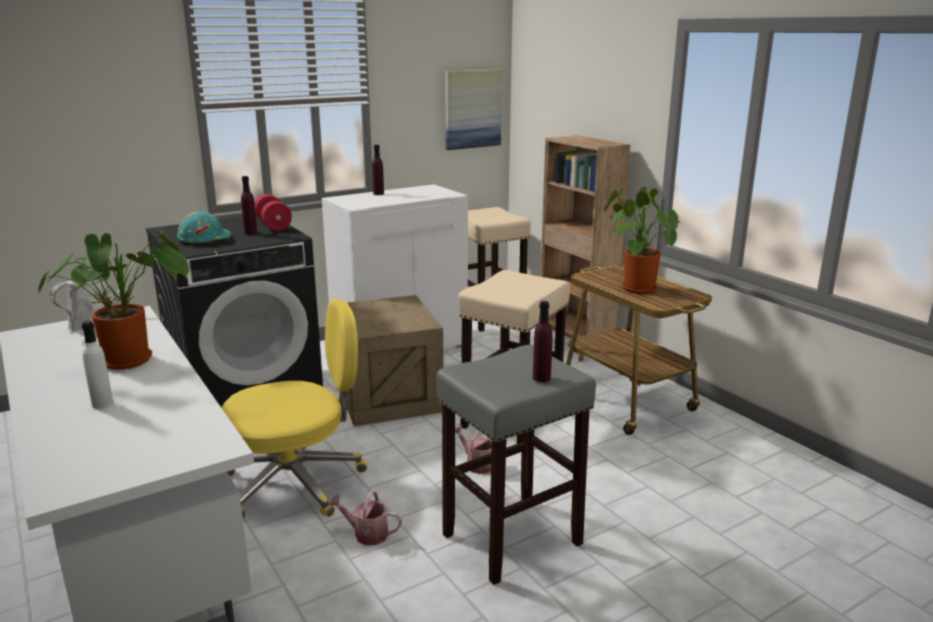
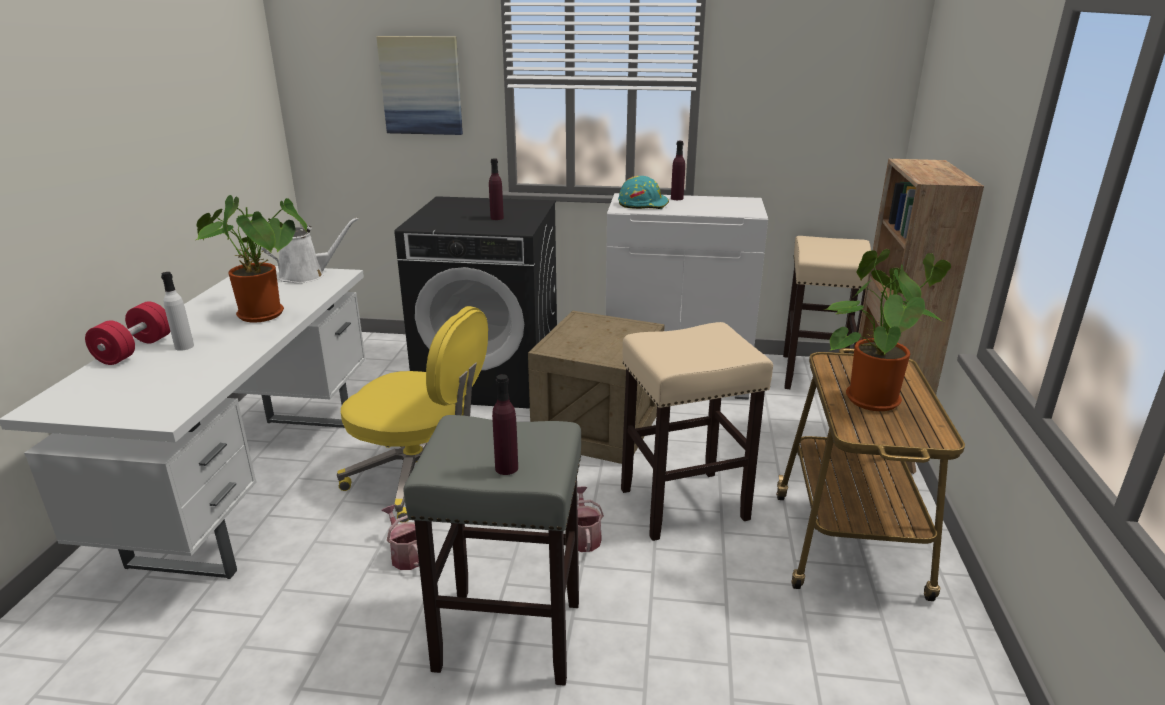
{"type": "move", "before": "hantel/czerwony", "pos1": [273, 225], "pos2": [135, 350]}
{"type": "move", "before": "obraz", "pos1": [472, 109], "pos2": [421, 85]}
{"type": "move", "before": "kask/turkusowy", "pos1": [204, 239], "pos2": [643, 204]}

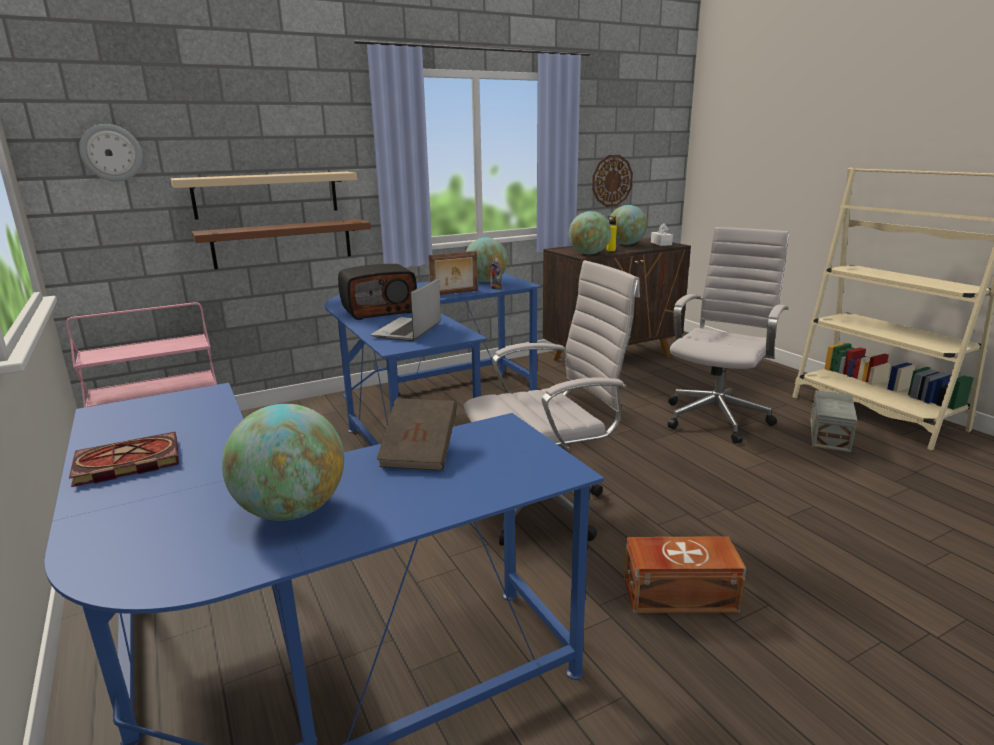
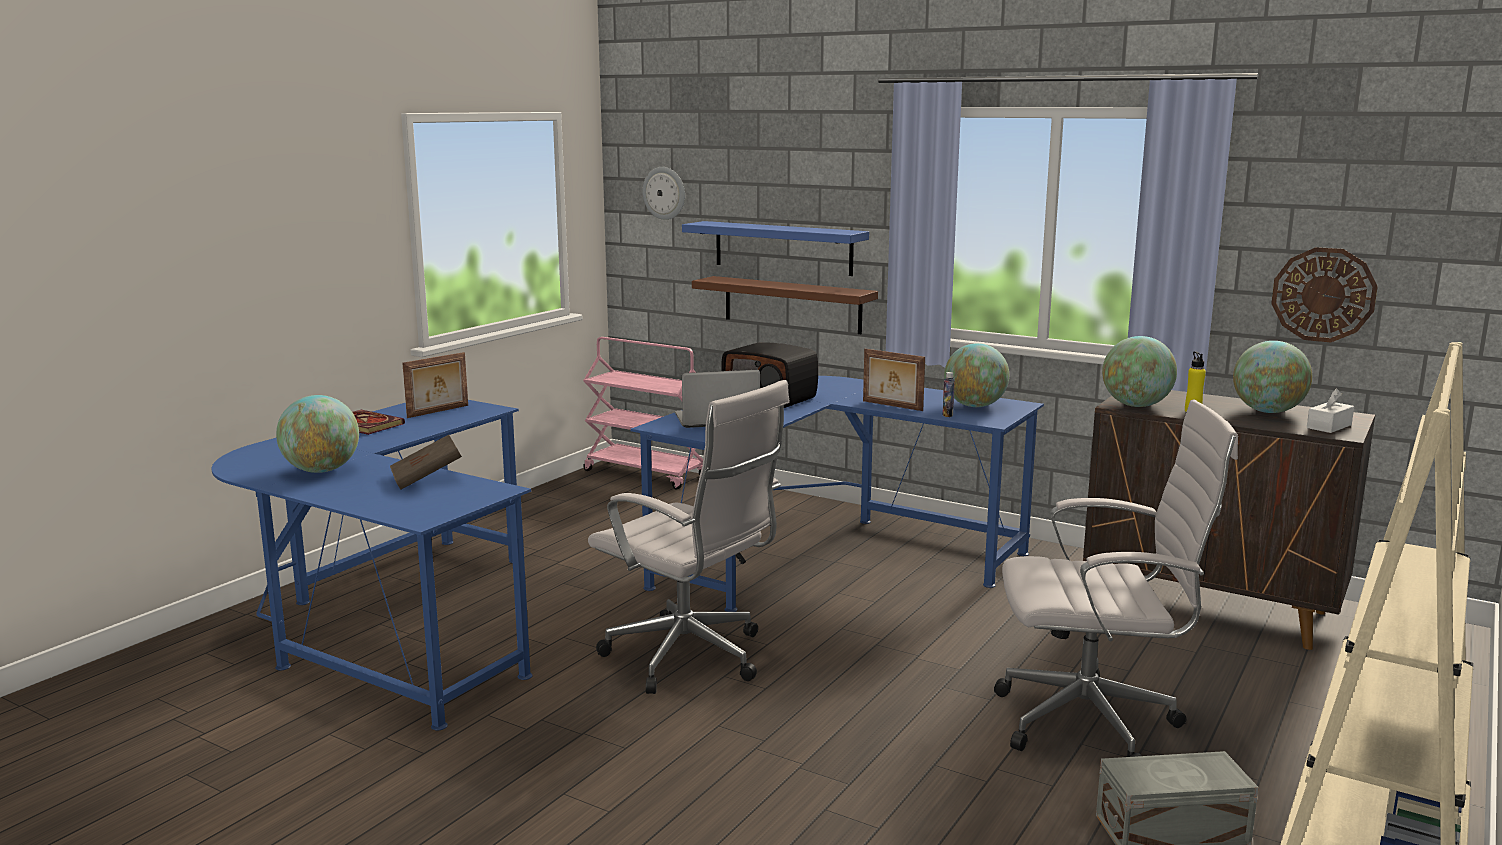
{"type": "insert", "after": "ramka na zdjęcie", "pos2": [438, 411]}
{"type": "recolor", "before": "półka/beżowy", "after": "półka/niebieski", "pos1": [266, 194], "pos2": [783, 248]}
{"type": "delete", "before": "pojemnik do przechowywania/brązowy", "pos1": [678, 593]}

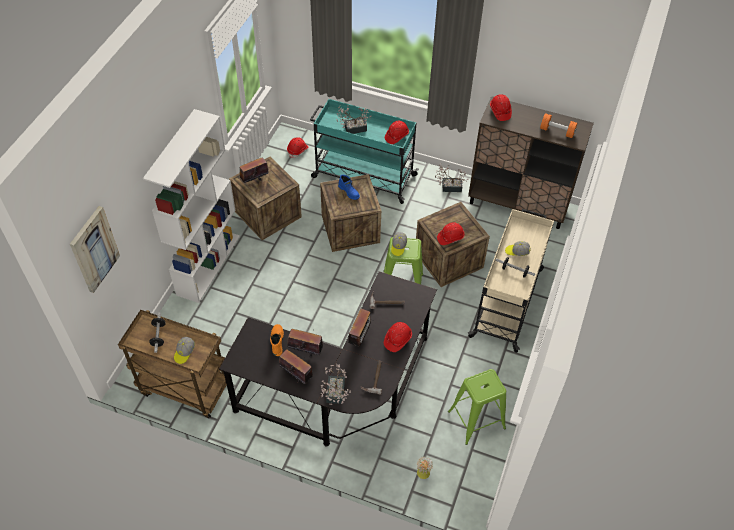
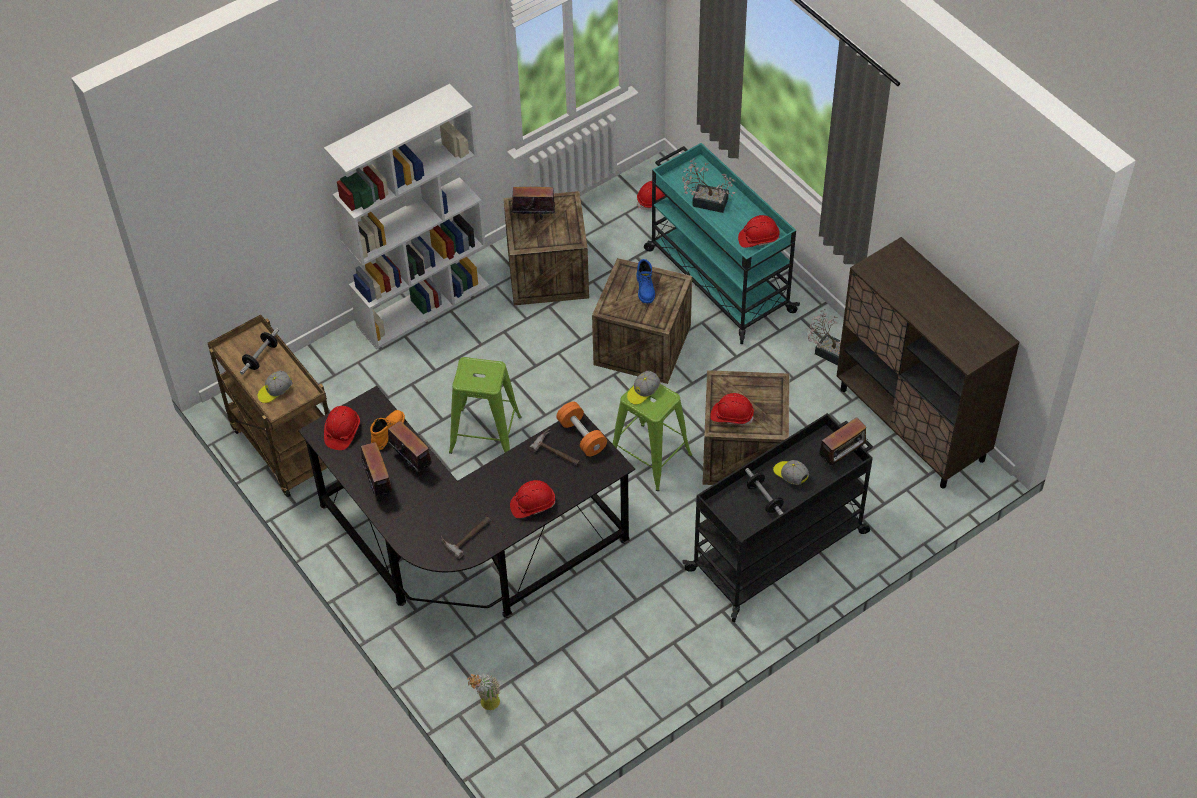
{"type": "move", "before": "kask/czerwony", "pos1": [500, 112], "pos2": [342, 432]}
{"type": "move", "before": "stołek/zielony", "pos1": [477, 420], "pos2": [486, 435]}
{"type": "move", "before": "hantel/pomarańczowy", "pos1": [557, 131], "pos2": [582, 436]}
{"type": "recolor", "before": "wózek/beżowy", "after": "wózek/czarny", "pos1": [507, 301], "pos2": [779, 550]}
{"type": "move", "before": "radio", "pos1": [360, 337], "pos2": [842, 457]}
{"type": "delete", "before": "obraz", "pos1": [94, 249]}
{"type": "delete", "before": "roślina doniczkowa", "pos1": [335, 395]}

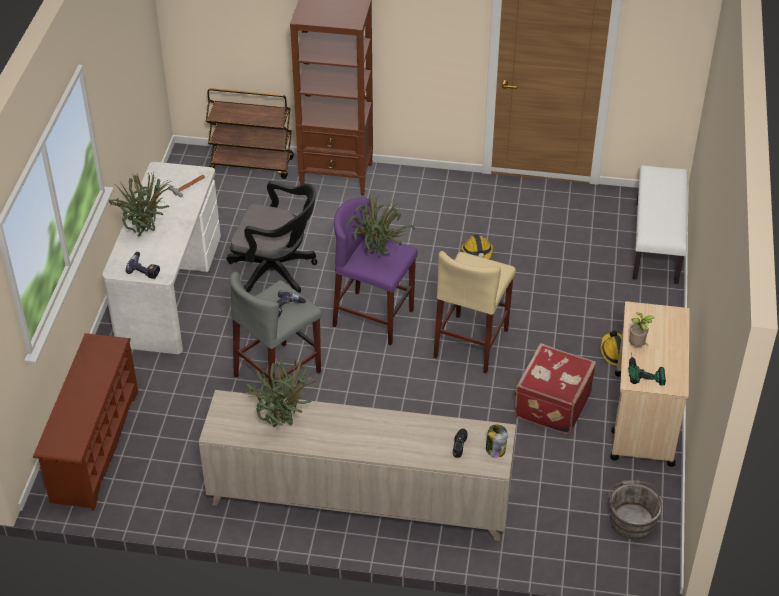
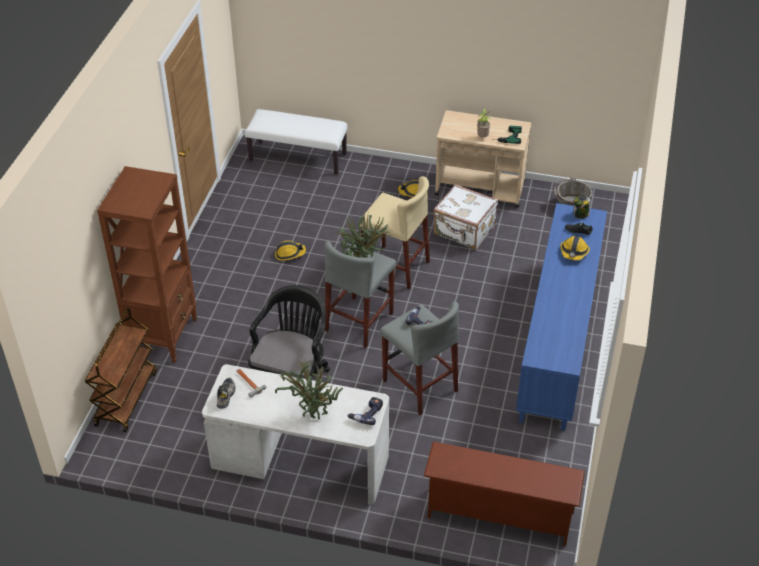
{"type": "insert", "after": "but", "pos2": [226, 395]}
{"type": "recolor", "before": "stołek/fioletowy", "after": "stołek/szary", "pos1": [373, 318], "pos2": [359, 321]}
{"type": "recolor", "before": "walizka/czerwony", "after": "walizka/biały", "pos1": [551, 404], "pos2": [464, 231]}
{"type": "recolor", "before": "szafka/beżowy", "after": "szafka/niebieski", "pos1": [359, 501], "pos2": [558, 341]}
{"type": "insert", "after": "kask", "pos2": [574, 252]}
{"type": "delete", "before": "roślina doniczkowa", "pos1": [284, 423]}

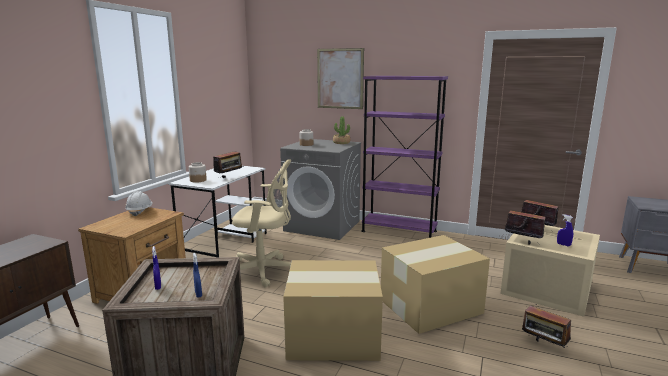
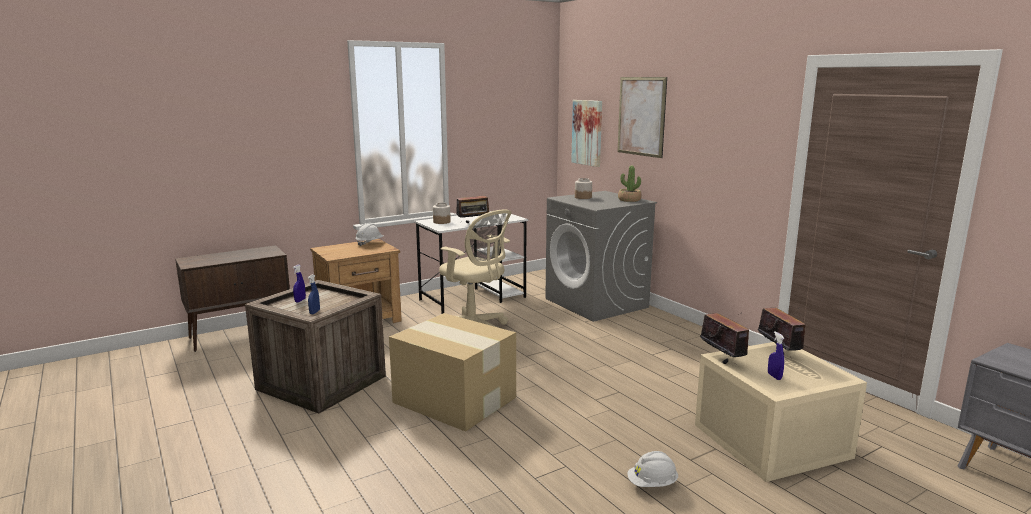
{"type": "insert", "after": "obraz", "pos2": [587, 132]}
{"type": "replace", "before": "radio", "after": "kask/biały", "pos1": [543, 346], "pos2": [652, 484]}
{"type": "delete", "before": "regał/fioletowy", "pos1": [399, 231]}
{"type": "delete", "before": "karton", "pos1": [432, 306]}

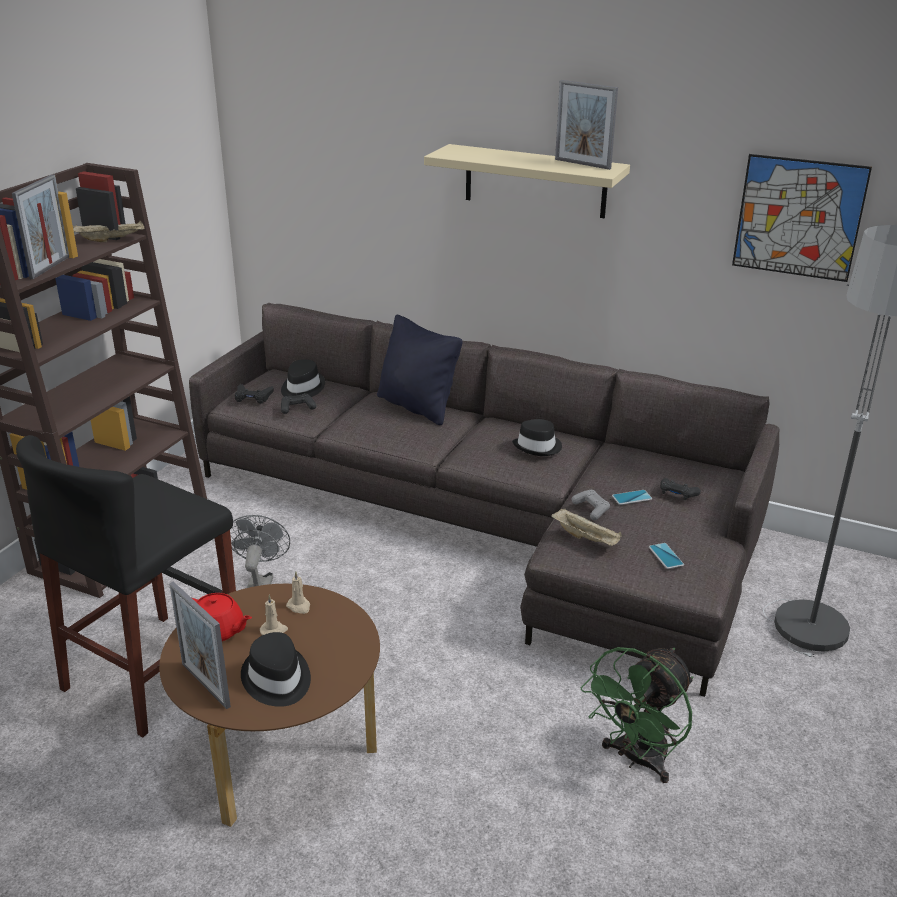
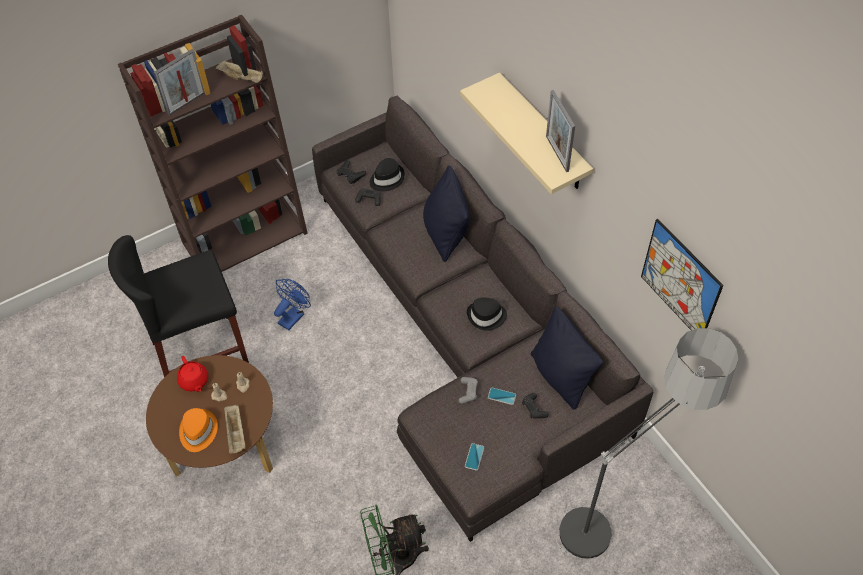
{"type": "recolor", "before": "kapelusz/czarny", "after": "kapelusz/pomarańczowy", "pos1": [276, 679], "pos2": [197, 431]}
{"type": "move", "before": "taca/beżowy", "pos1": [586, 538], "pos2": [236, 433]}
{"type": "recolor", "before": "wentylator/szary", "after": "wentylator/niebieski", "pos1": [260, 584], "pos2": [293, 316]}
{"type": "insert", "after": "poduszka/czarny", "pos2": [561, 376]}
{"type": "delete", "before": "ramka na zdjęcie", "pos1": [205, 685]}

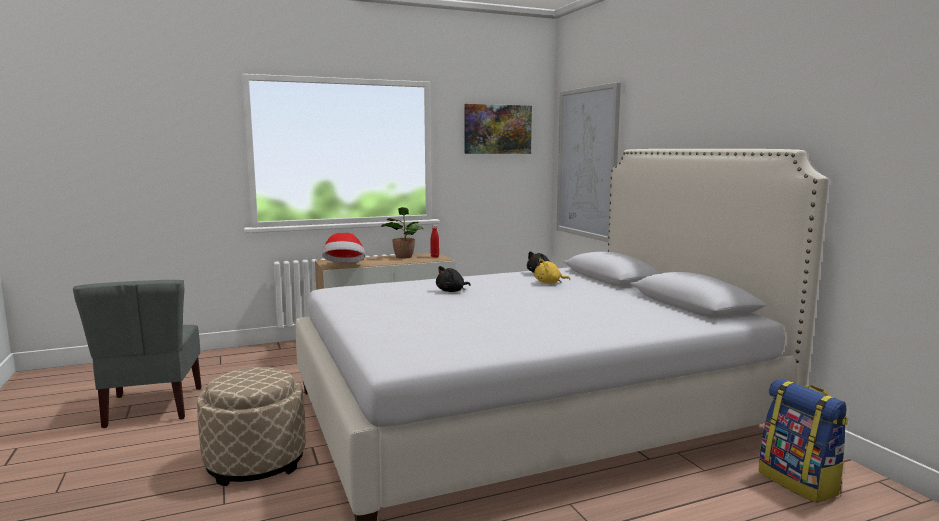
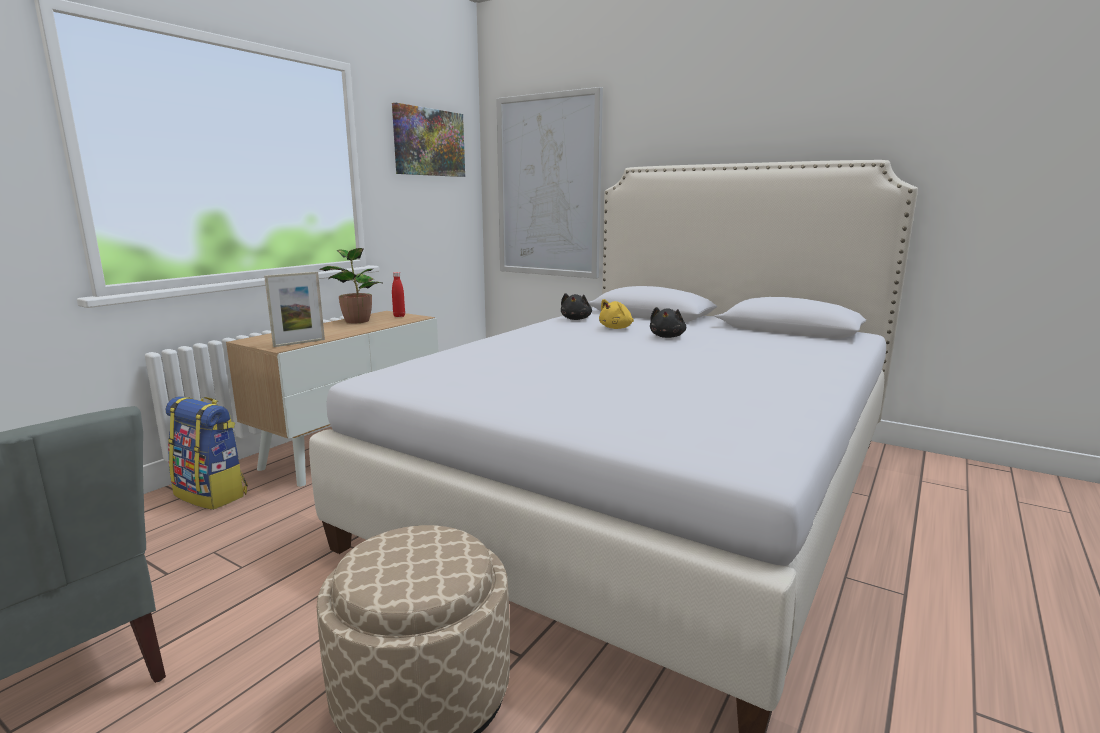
{"type": "move", "before": "plecak", "pos1": [800, 483], "pos2": [212, 494]}
{"type": "replace", "before": "kapelusz", "after": "ramka na zdjęcie", "pos1": [344, 266], "pos2": [299, 343]}
{"type": "move", "before": "pluszak/czarny", "pos1": [452, 291], "pos2": [667, 337]}

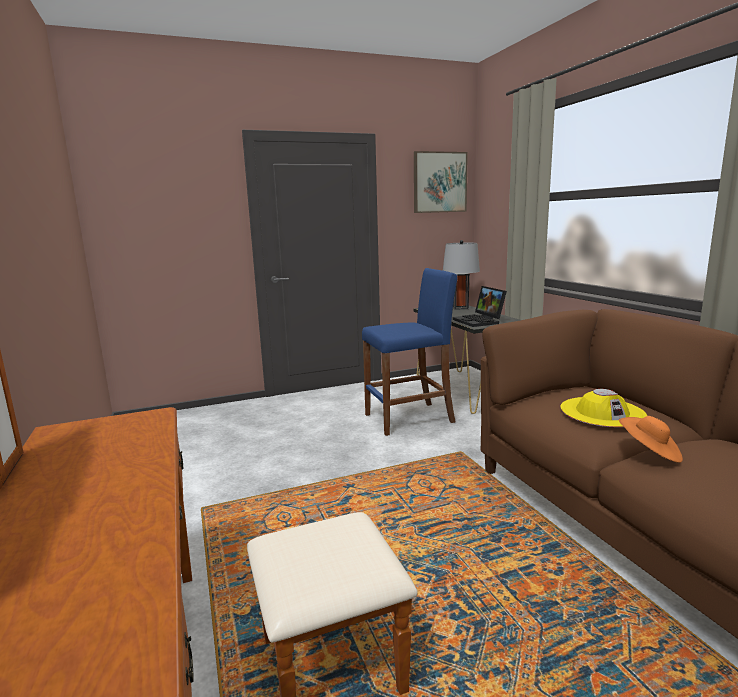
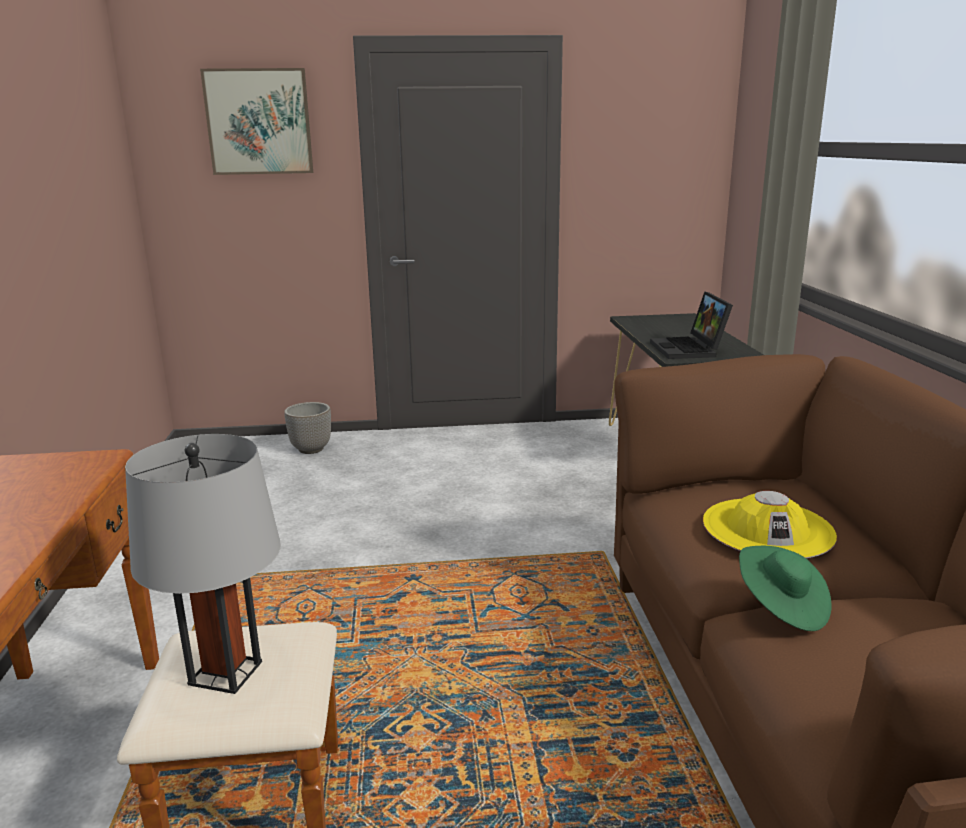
{"type": "move", "before": "lampa stołowa/szary", "pos1": [460, 308], "pos2": [225, 673]}
{"type": "move", "before": "obraz", "pos1": [439, 182], "pos2": [259, 122]}
{"type": "insert", "after": "donica", "pos2": [311, 449]}
{"type": "recolor", "before": "kapelusz/pomarańczowy", "after": "kapelusz/zielony", "pos1": [649, 452], "pos2": [781, 606]}
{"type": "delete", "before": "stołek/niebieski", "pos1": [409, 418]}

